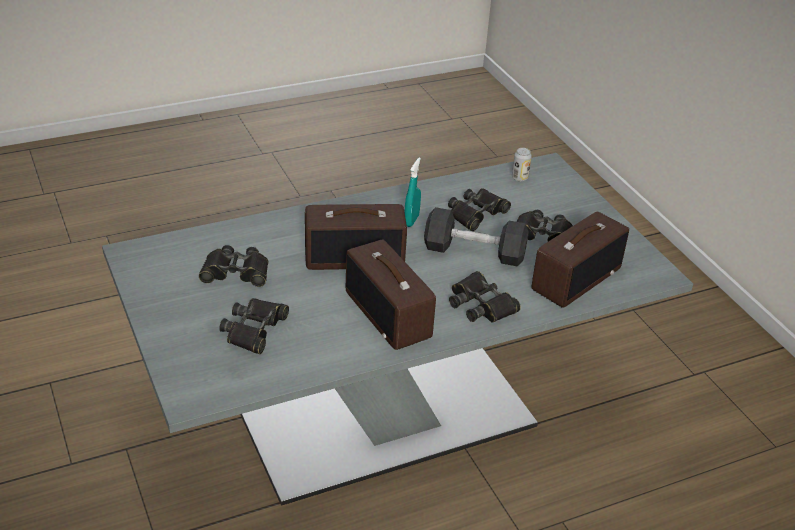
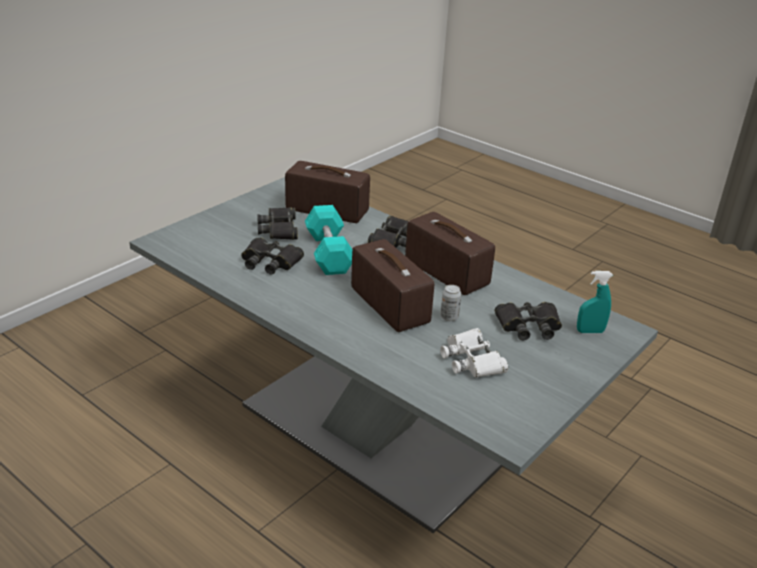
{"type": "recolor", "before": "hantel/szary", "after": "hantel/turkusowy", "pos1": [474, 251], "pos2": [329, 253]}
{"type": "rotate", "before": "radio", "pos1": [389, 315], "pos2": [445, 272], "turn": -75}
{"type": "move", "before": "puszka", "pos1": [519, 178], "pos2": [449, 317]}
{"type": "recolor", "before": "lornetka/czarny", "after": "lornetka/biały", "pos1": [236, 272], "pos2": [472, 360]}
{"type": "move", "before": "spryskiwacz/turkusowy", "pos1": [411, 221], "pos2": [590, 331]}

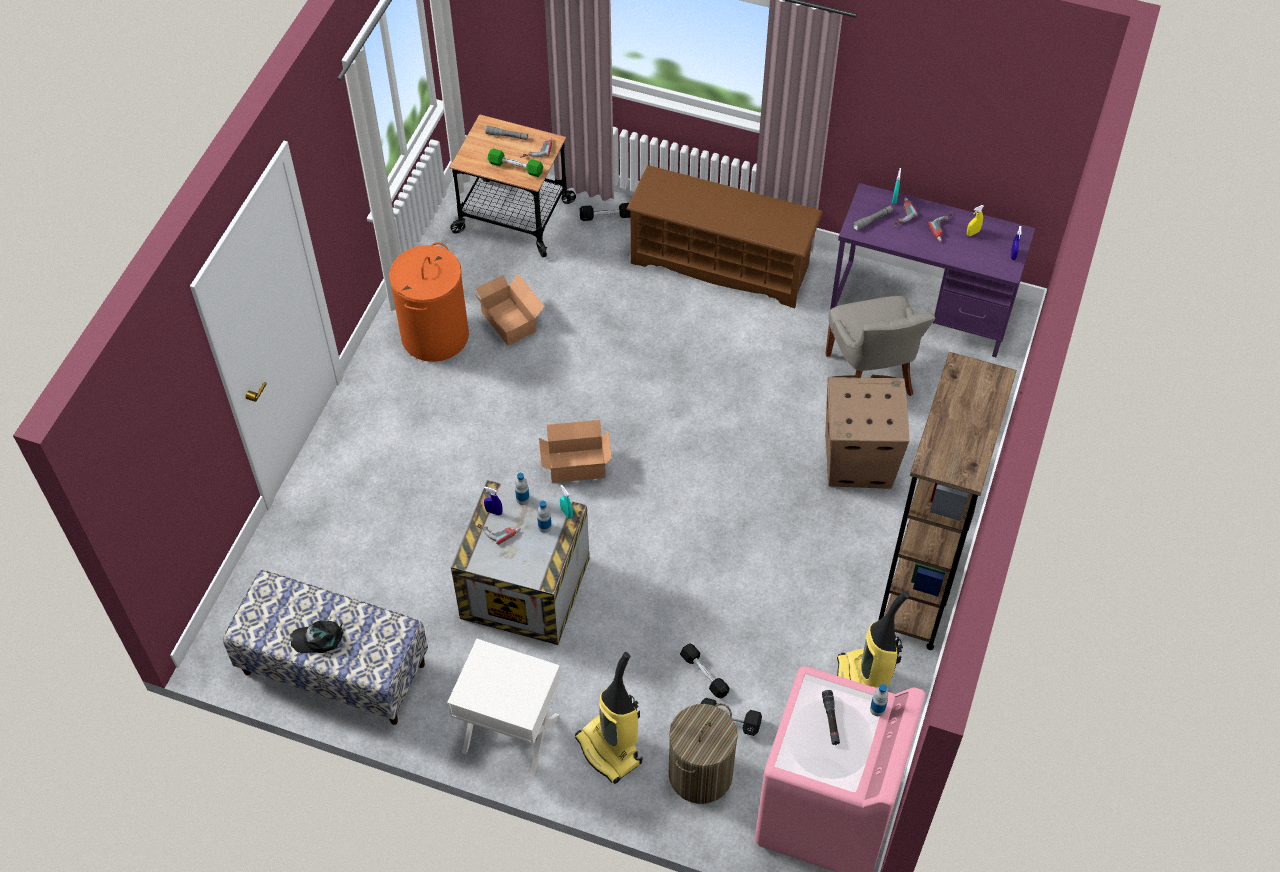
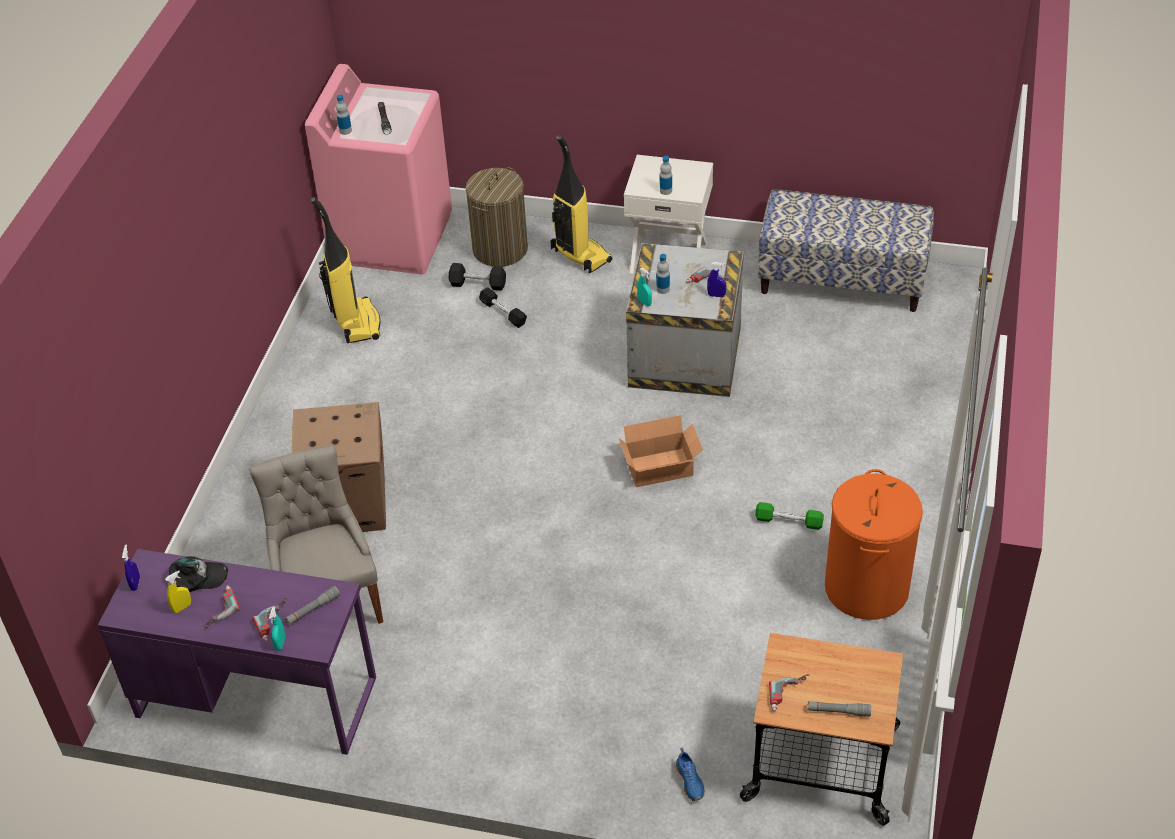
{"type": "move", "before": "czapka z daszkiem/czarny", "pos1": [318, 639], "pos2": [197, 578]}
{"type": "move", "before": "butelka", "pos1": [522, 499], "pos2": [665, 191]}
{"type": "replace", "before": "hantel/czarny", "after": "but/niebieski", "pos1": [606, 216], "pos2": [690, 781]}
{"type": "move", "before": "hantel/zielony", "pos1": [515, 167], "pos2": [788, 521]}
{"type": "delete", "before": "karton", "pos1": [510, 320]}
{"type": "delete", "before": "regał na buty/brązowy", "pos1": [721, 264]}
{"type": "delete", "before": "regał/brązowy", "pos1": [920, 585]}

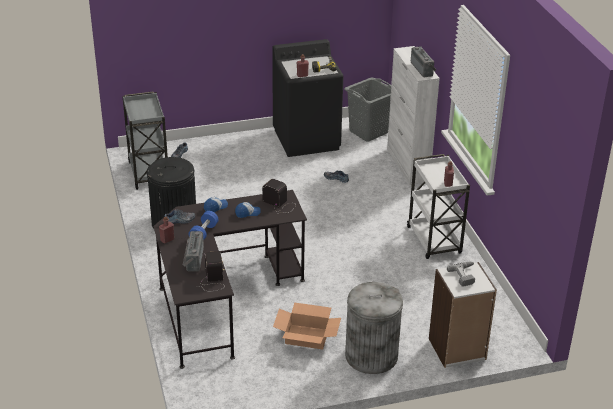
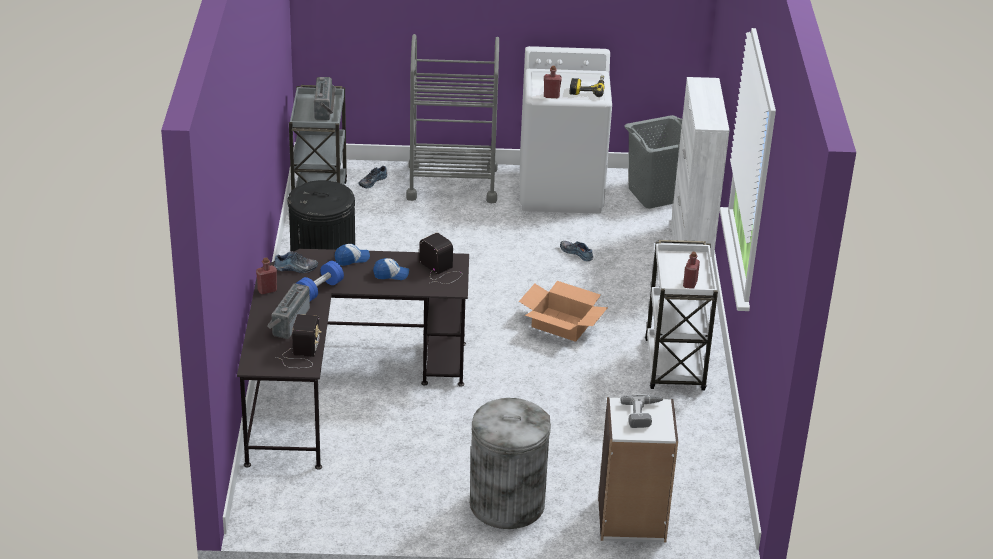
{"type": "move", "before": "radio", "pos1": [423, 69], "pos2": [326, 109]}
{"type": "insert", "after": "wózek/szary", "pos2": [452, 183]}
{"type": "move", "before": "karton", "pos1": [306, 336], "pos2": [561, 324]}
{"type": "recolor", "before": "pralka/czarny", "after": "pralka/biały", "pos1": [307, 139], "pos2": [561, 190]}

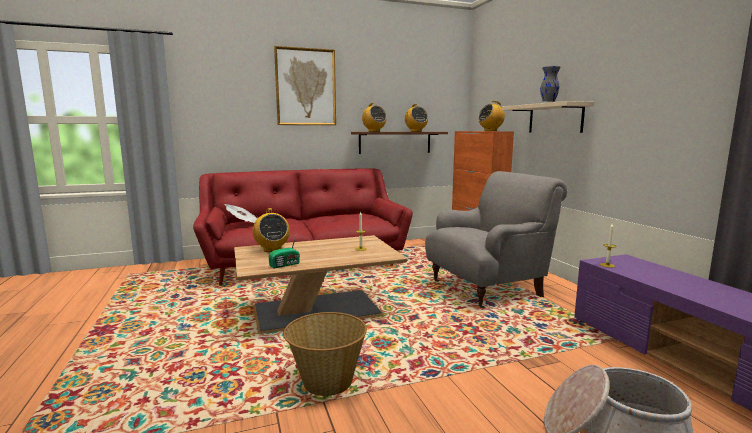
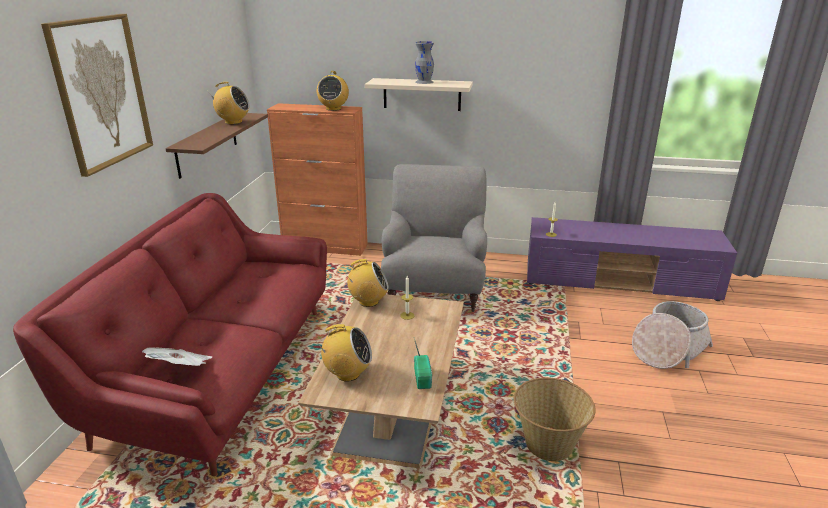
{"type": "move", "before": "radio", "pos1": [374, 131], "pos2": [368, 301]}

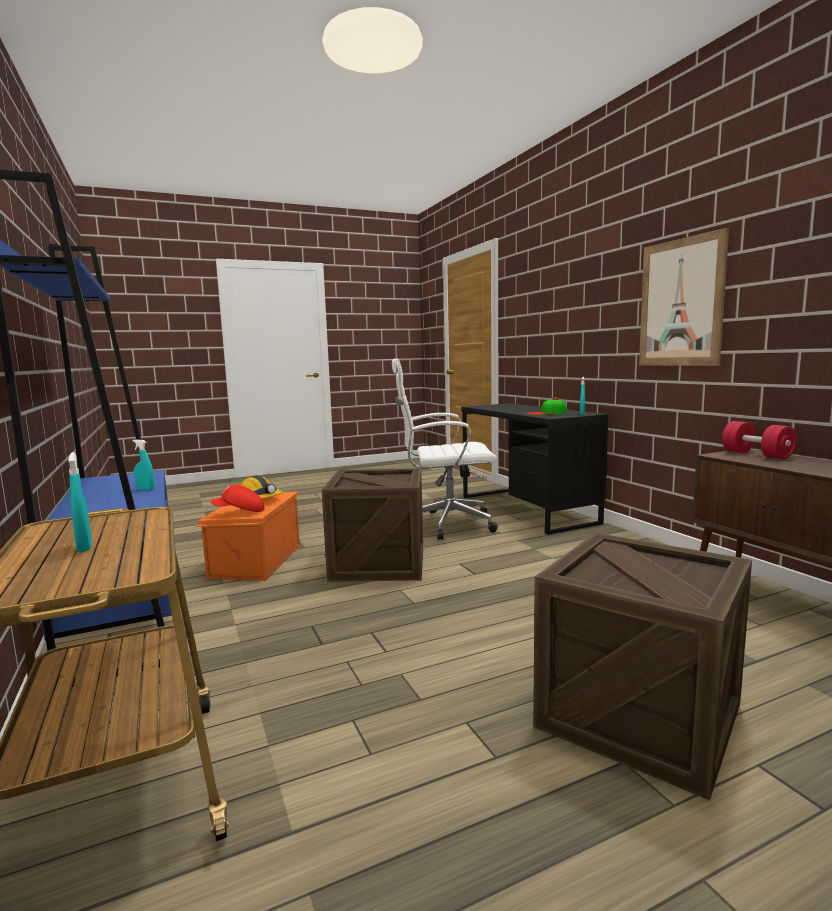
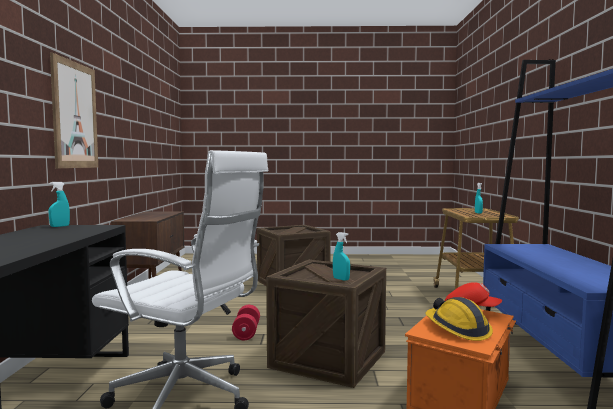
{"type": "move", "before": "hantel/czerwony", "pos1": [756, 455], "pos2": [246, 333]}
{"type": "move", "before": "spryskiwacz/turkusowy", "pos1": [145, 489], "pos2": [341, 279]}
{"type": "delete", "before": "czapka z daszkiem", "pos1": [547, 413]}

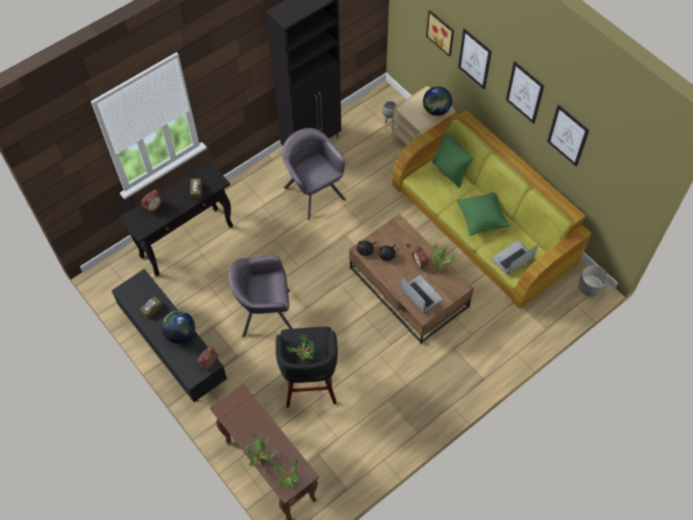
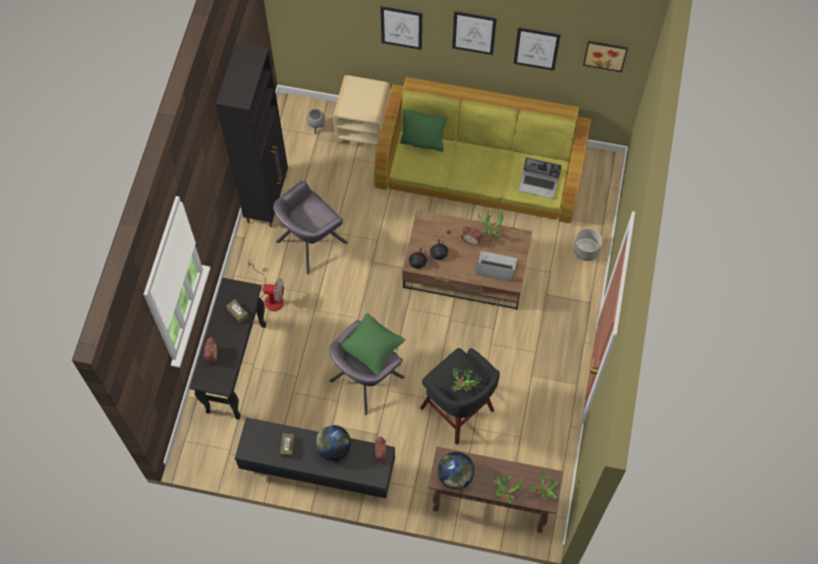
{"type": "insert", "after": "wentylator", "pos2": [270, 296]}
{"type": "rotate", "before": "fotel/szary", "pos1": [314, 193], "pos2": [311, 242], "turn": -60}
{"type": "move", "before": "poduszka/zielony", "pos1": [481, 219], "pos2": [372, 349]}
{"type": "move", "before": "globus", "pos1": [436, 110], "pos2": [455, 476]}
{"type": "rotate", "before": "laptop", "pos1": [512, 259], "pos2": [539, 184], "turn": -90}
{"type": "move", "before": "donica/szary", "pos1": [590, 287], "pos2": [586, 251]}
{"type": "move", "before": "obraz", "pos1": [441, 32], "pos2": [605, 54]}

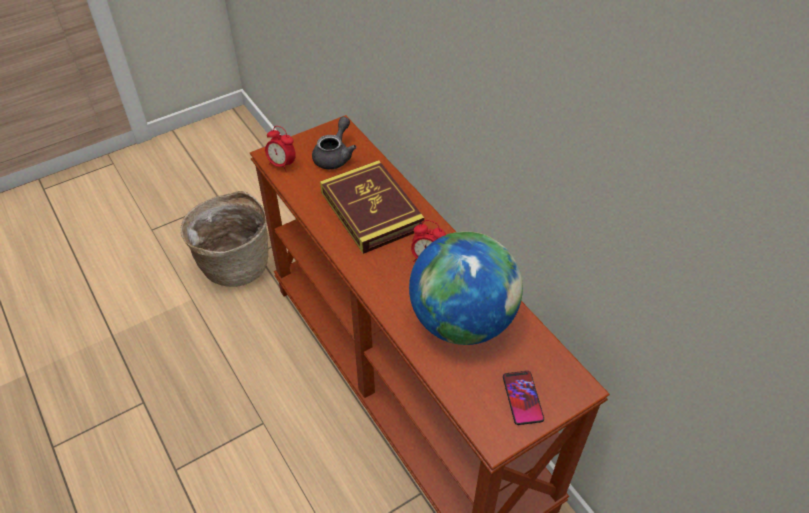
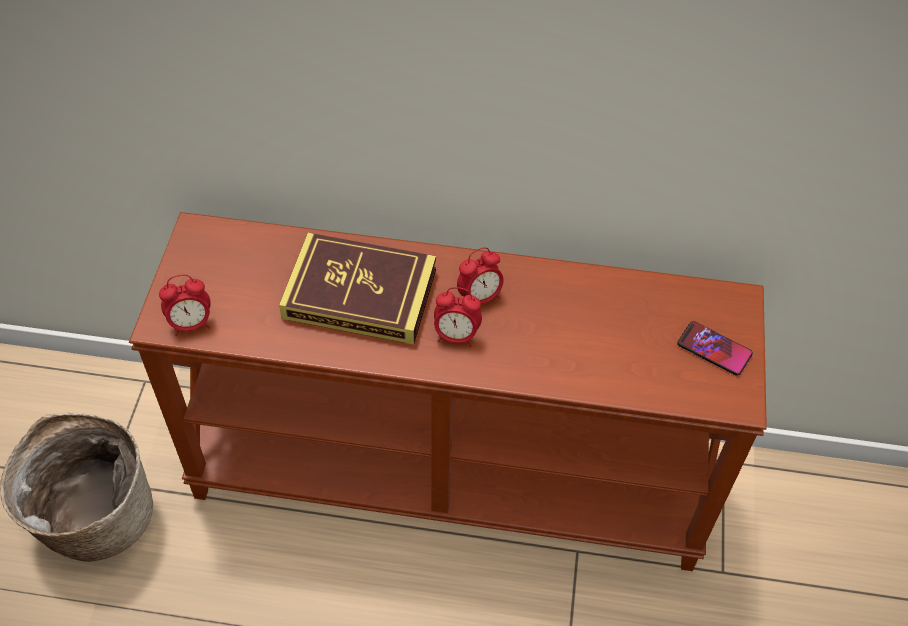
{"type": "insert", "after": "budzik", "pos2": [456, 336]}
{"type": "delete", "before": "imbryk/szary", "pos1": [335, 156]}
{"type": "delete", "before": "globus", "pos1": [462, 321]}

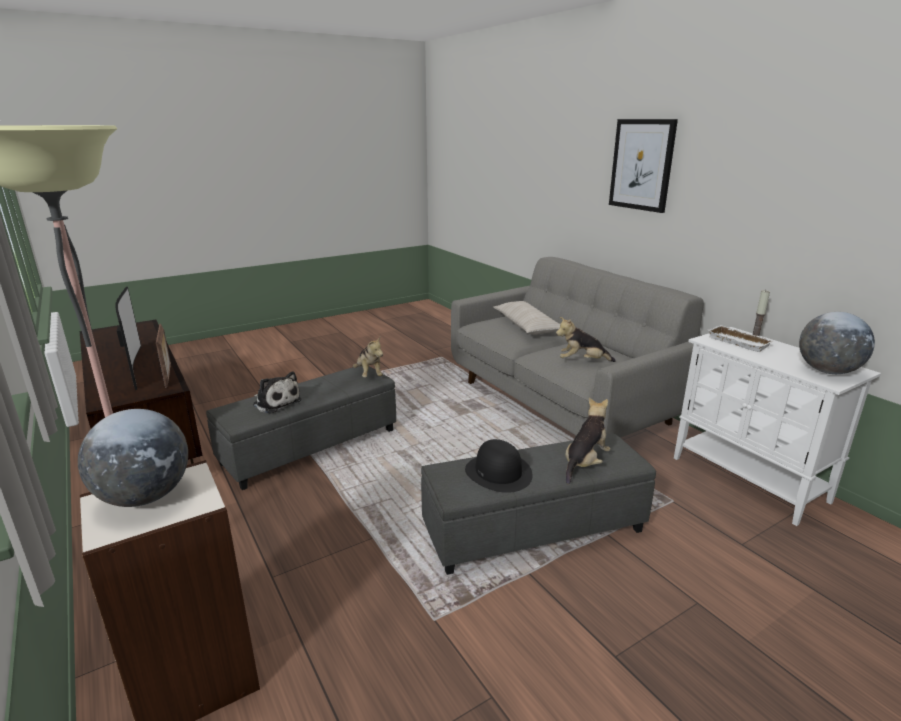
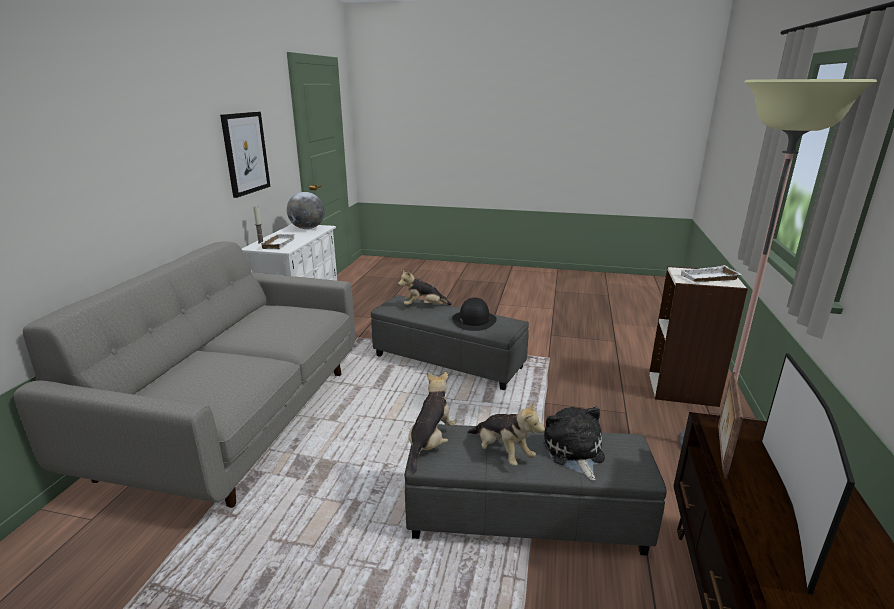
{"type": "move", "before": "obraz", "pos1": [642, 165], "pos2": [245, 153]}
{"type": "move", "before": "pluszak", "pos1": [582, 361], "pos2": [502, 453]}
{"type": "replace", "before": "globus", "after": "taca/biały", "pos1": [145, 497], "pos2": [709, 278]}
{"type": "delete", "before": "poduszka/beżowy", "pos1": [527, 326]}

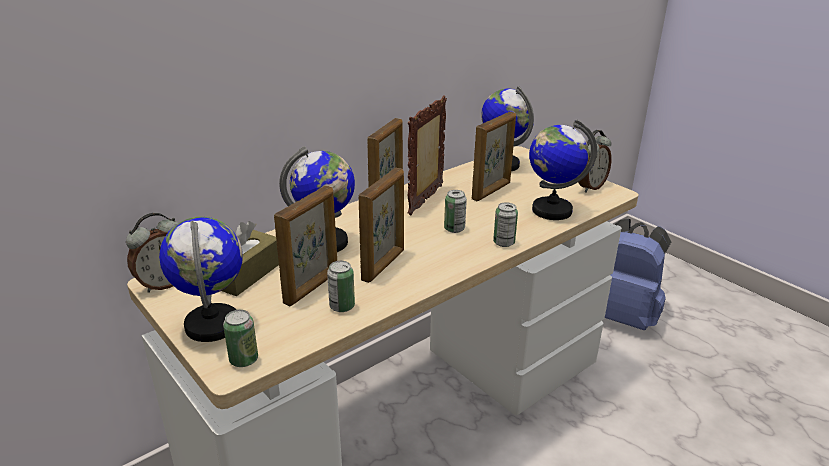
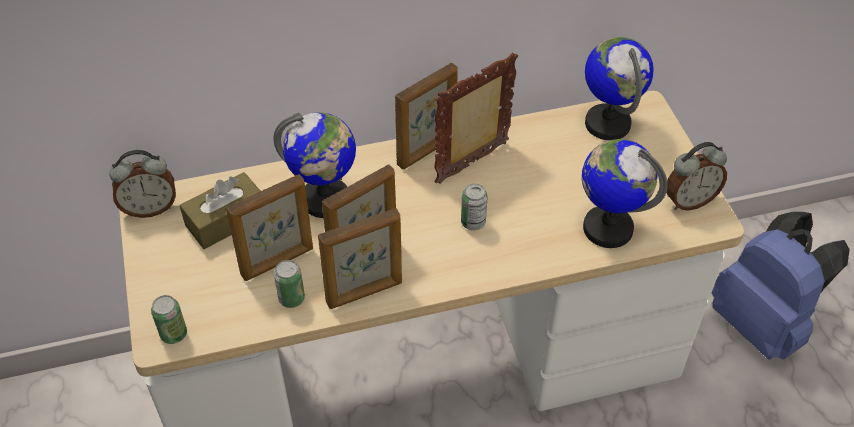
{"type": "move", "before": "ramka na zdjęcie", "pos1": [492, 191], "pos2": [365, 293]}
{"type": "delete", "before": "globus", "pos1": [213, 324]}
{"type": "delete", "before": "puszka", "pos1": [504, 243]}

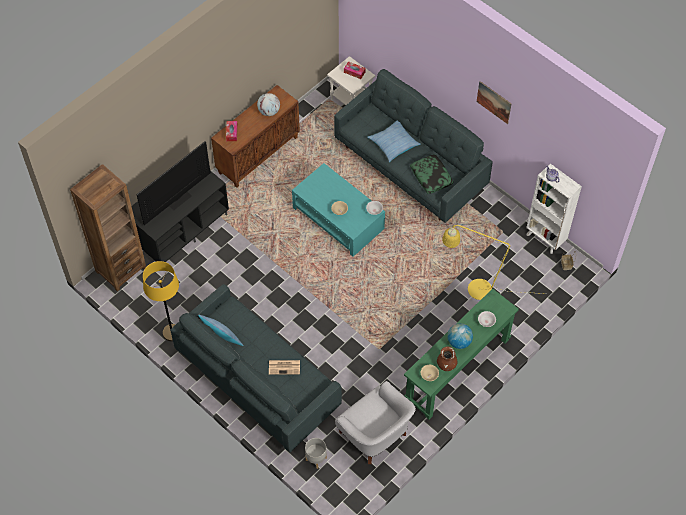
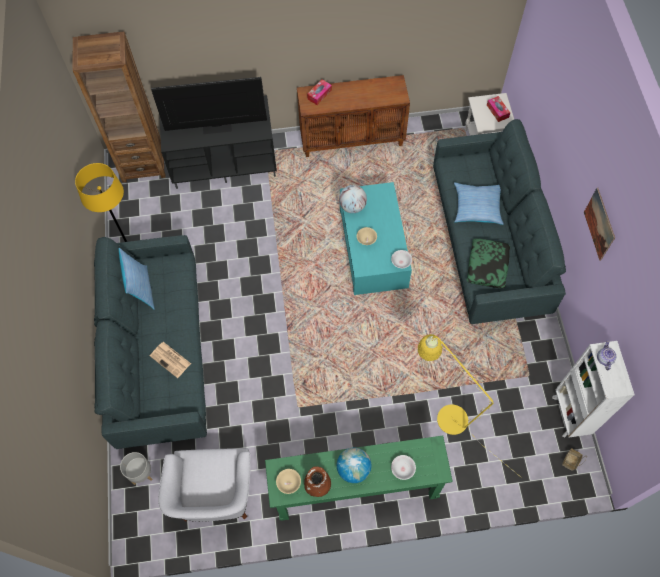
{"type": "move", "before": "globus", "pos1": [269, 111], "pos2": [352, 206]}

